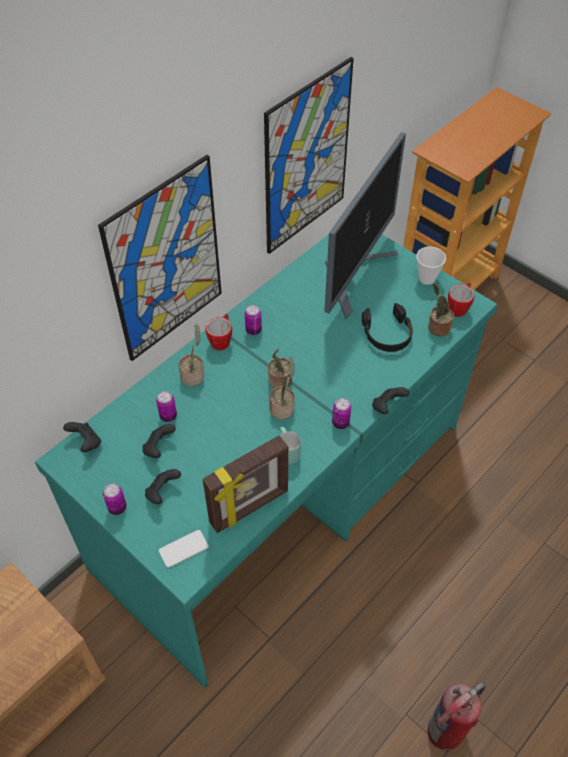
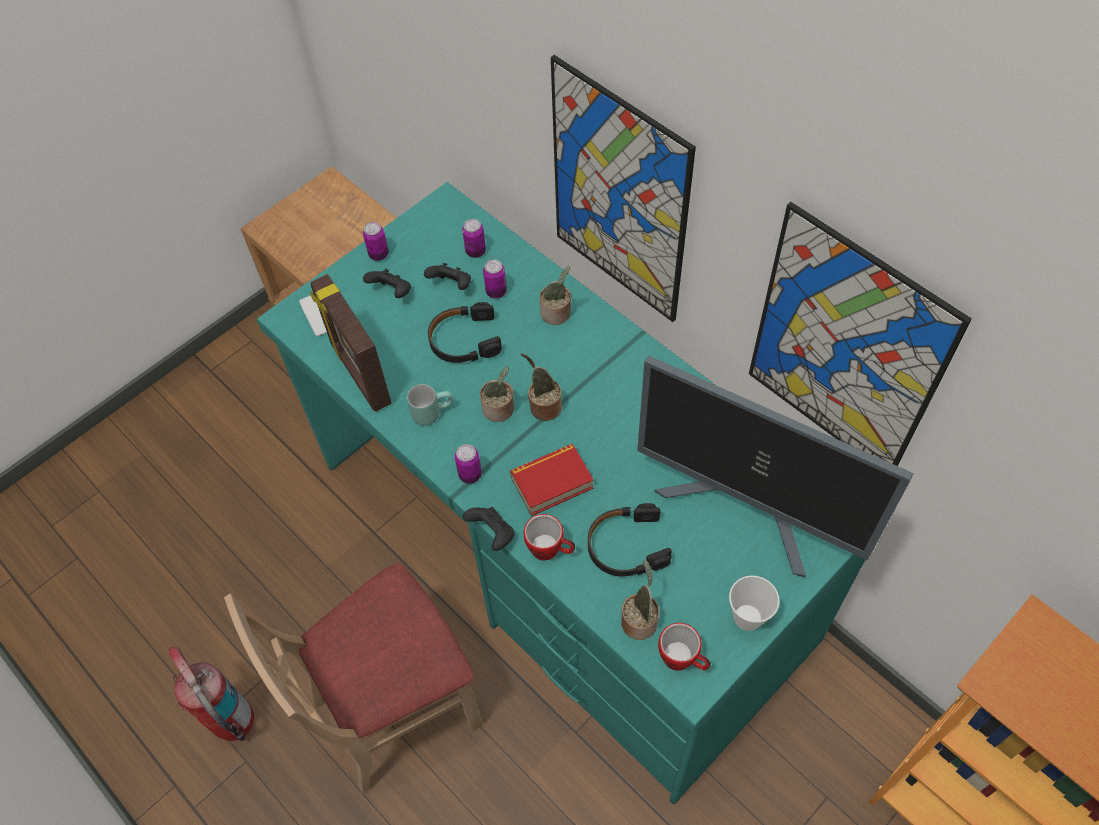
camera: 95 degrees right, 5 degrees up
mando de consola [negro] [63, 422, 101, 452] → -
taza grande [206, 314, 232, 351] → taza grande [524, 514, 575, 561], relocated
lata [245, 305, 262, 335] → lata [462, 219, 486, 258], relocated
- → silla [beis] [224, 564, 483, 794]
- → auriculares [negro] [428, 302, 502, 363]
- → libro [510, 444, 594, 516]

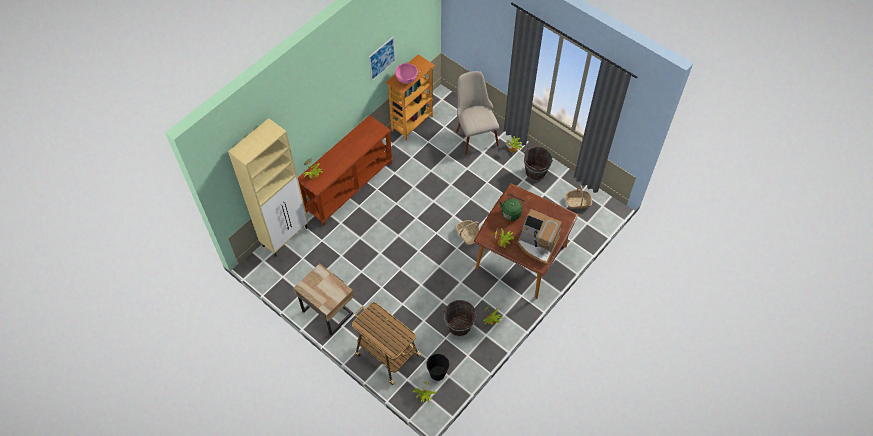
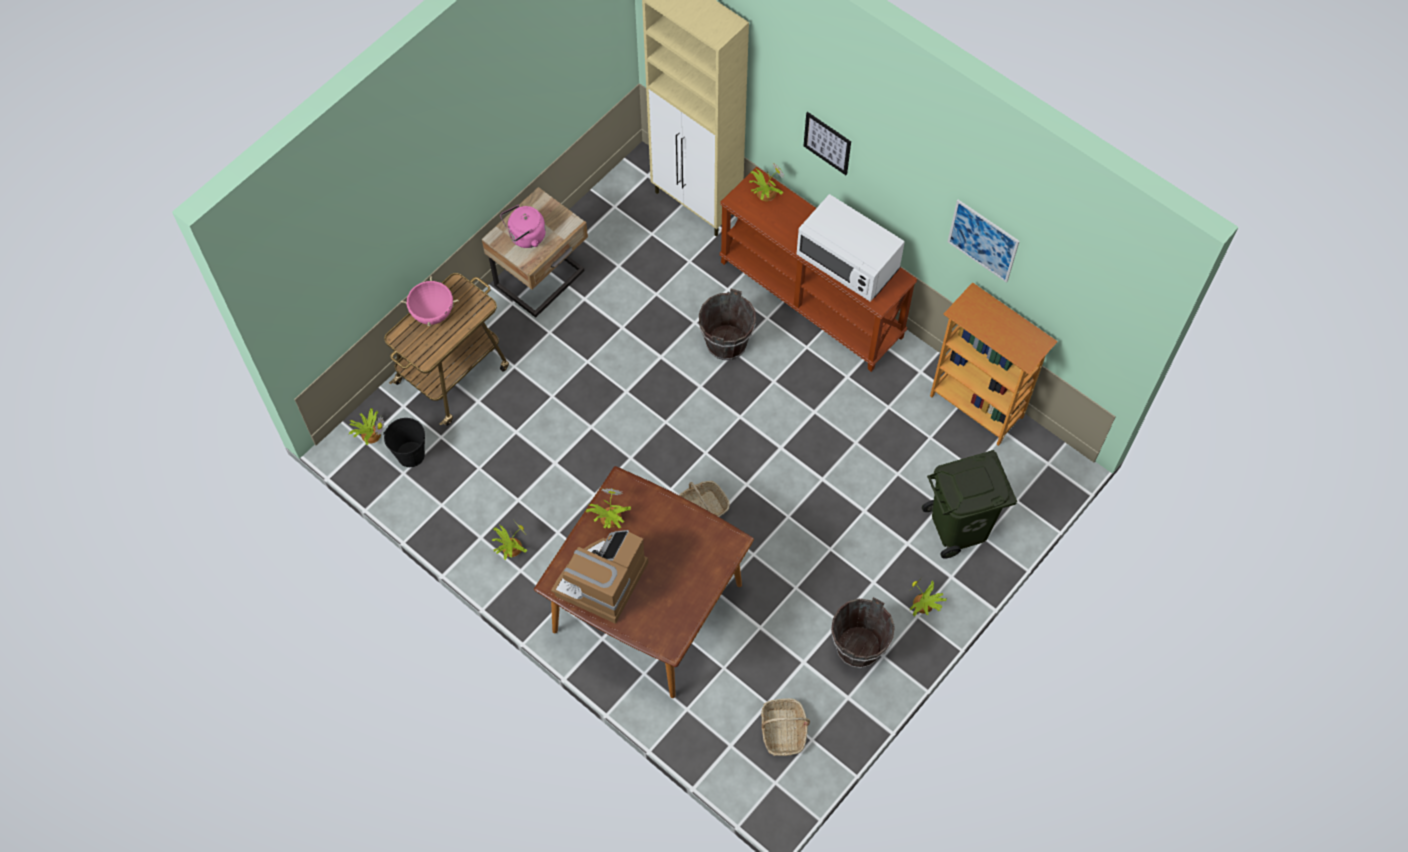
camera: 90 degrees right, 5 degrees up
olla [rosa] [392, 61, 421, 84] → olla [rosa] [401, 276, 459, 326], relocated
cubo [marrón] [444, 300, 476, 337] → cubo [marrón] [699, 289, 756, 360], relocated
silla [beis] [456, 71, 499, 154] → papelera [verde] [922, 450, 1017, 559]
hervidor [verde] [499, 194, 526, 221] → -
- → hervidor [rosa] [501, 205, 546, 248]
- → microondas [blanco] [797, 194, 905, 302]
- → cuadro [804, 112, 851, 175]

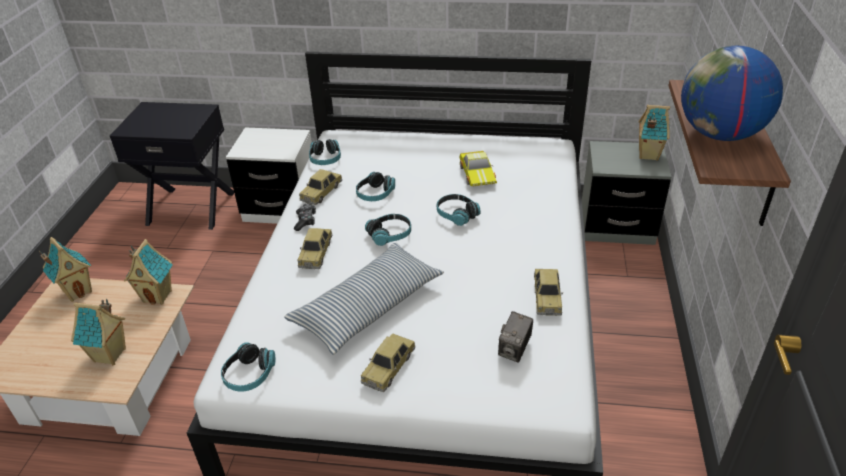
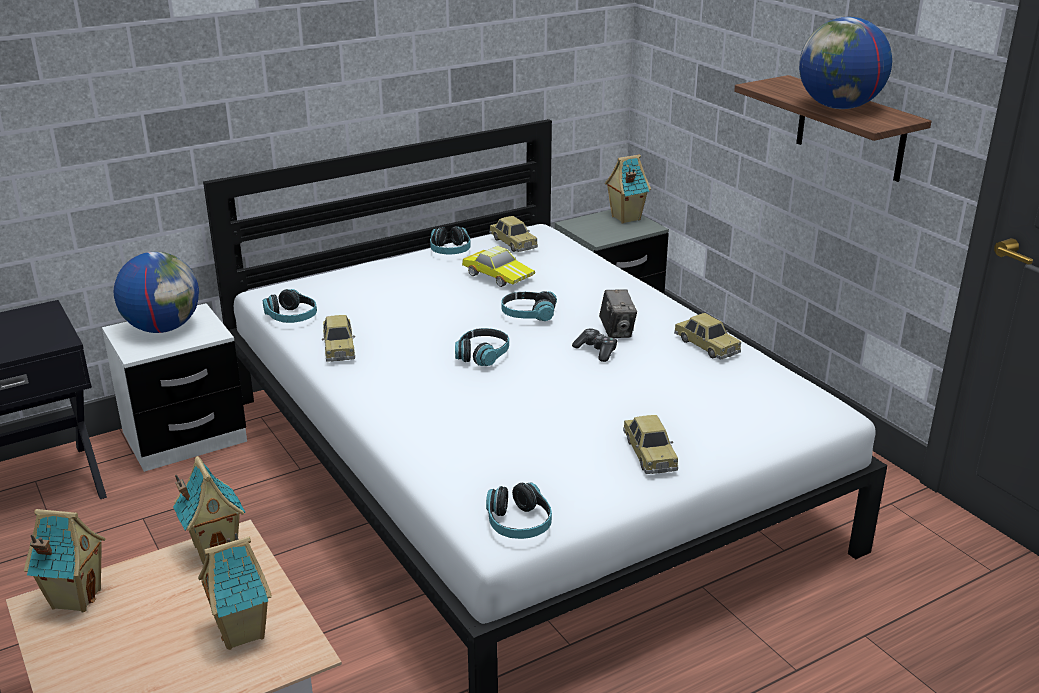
camera: 40 degrees left, 10 degrees down
cojín [284, 243, 444, 355] → -
mando de consola [294, 203, 316, 231] → mando de consola [572, 328, 617, 362], relocated
coche de juguete [298, 228, 333, 269] → coche de juguete [489, 216, 538, 252], relocated
auriculares [356, 172, 395, 201] → auriculares [430, 226, 471, 254], relocated
cámara [498, 311, 533, 363] → cámara [599, 289, 637, 338], relocated
- → globo terráqueo [114, 252, 199, 333]

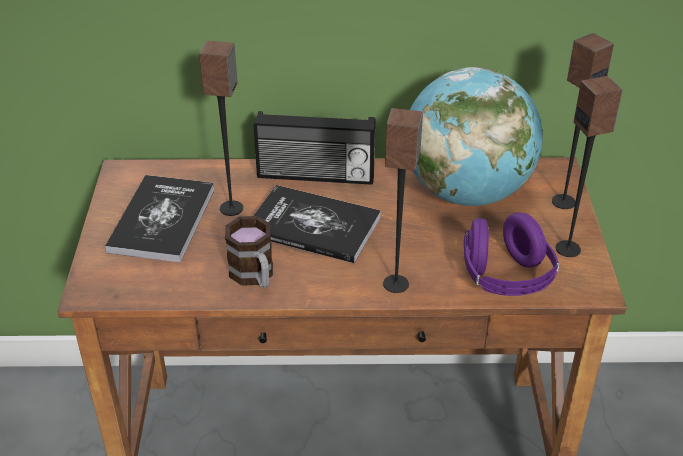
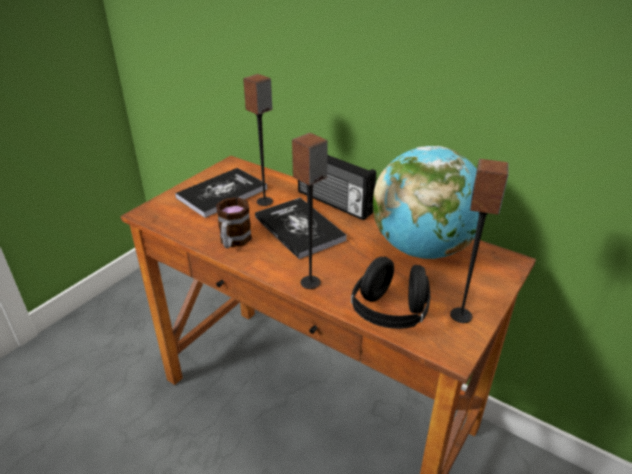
camera: 35 degrees right, 5 degrees down
auriculares [morado] [464, 212, 559, 296] → auriculares [negro] [351, 257, 430, 329]
altavoz [552, 33, 614, 209] → -

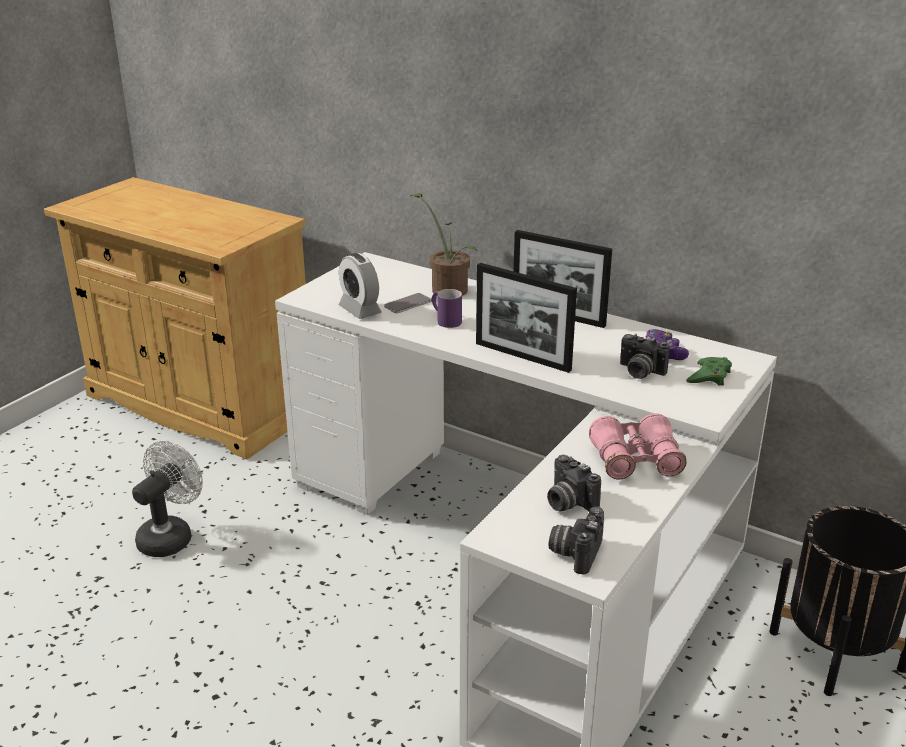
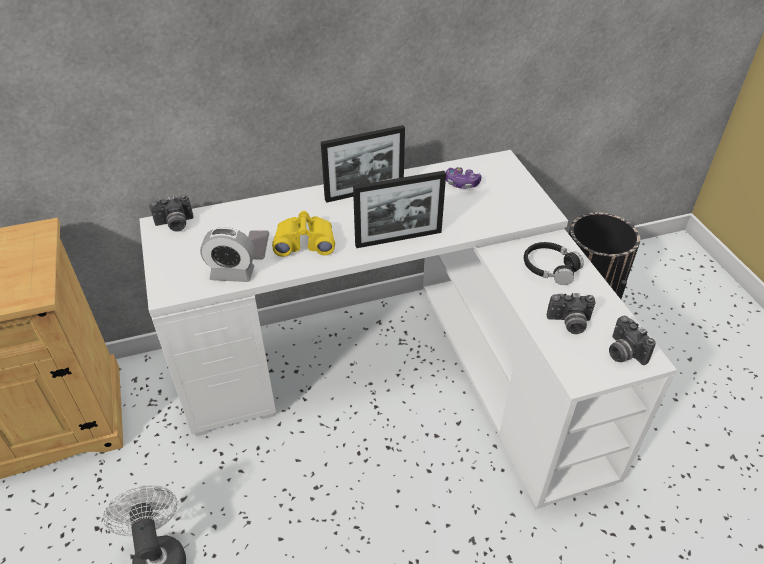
camera: 50 degrees left, 15 degrees up
planta en maceta [410, 193, 477, 296] → -
taza grande [morado] [431, 289, 462, 328] → prismáticos [amarillo] [272, 211, 335, 257]
prismáticos [rosa] [589, 413, 687, 480] → auriculares [negro] [524, 242, 584, 285]
cámara [620, 334, 670, 379] → cámara [149, 195, 194, 232], relocated
mando de consola [verde] [686, 357, 732, 386] → -

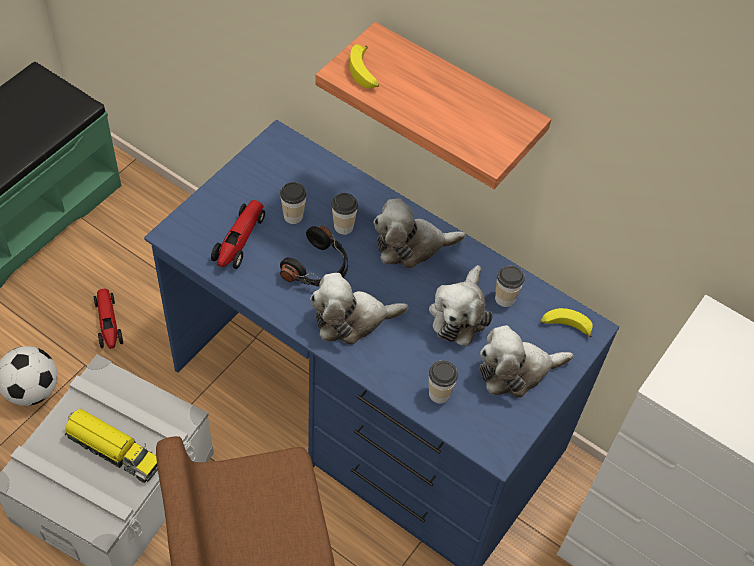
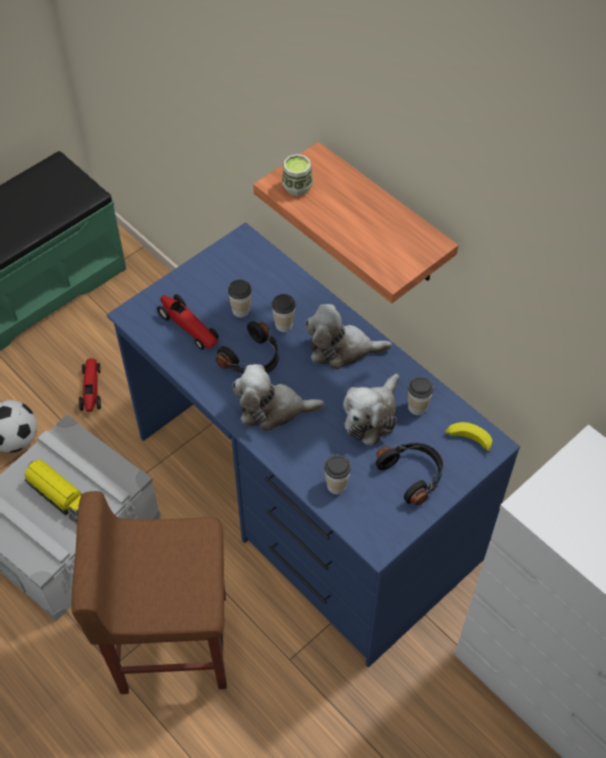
camera: 15 degrees right, 0 degrees up
coche de juguete [211, 200, 265, 269] → coche de juguete [157, 294, 219, 350], 105 degrees clockwise
plátano [350, 44, 379, 88] → taza [282, 154, 313, 196]
peluche [479, 325, 573, 398] → auriculares [negro] [376, 443, 443, 506]

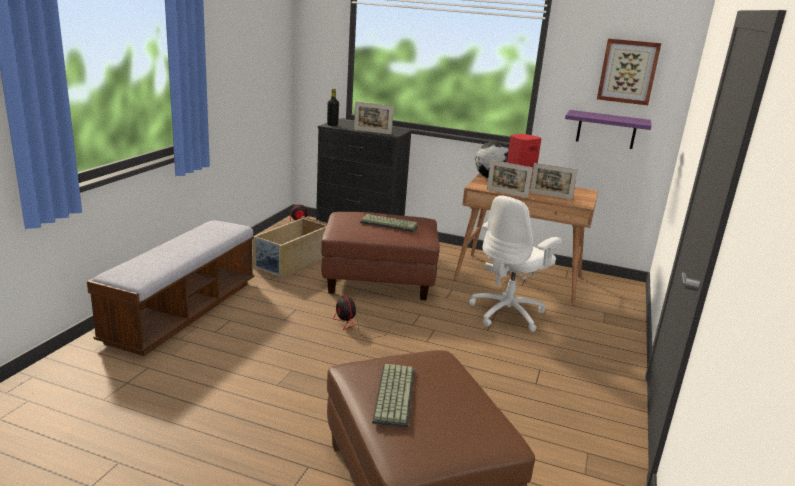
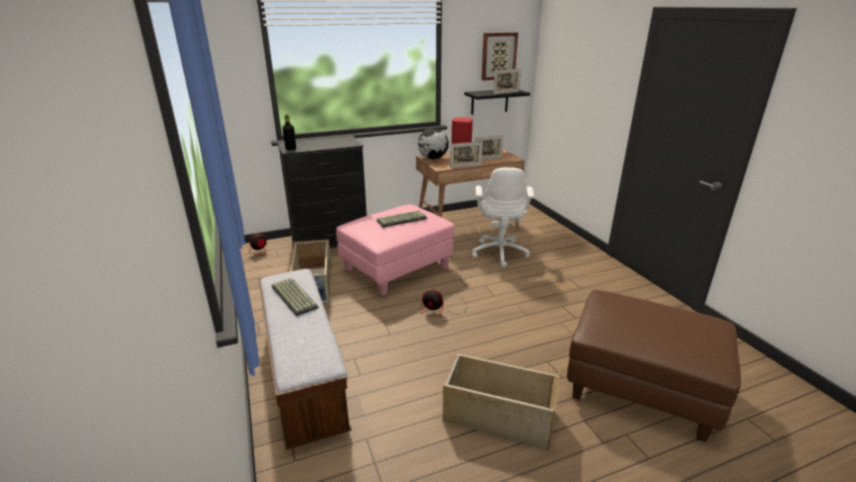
camera: 40 degrees left, 5 degrees up
puf [marrón] [321, 212, 440, 300] → puf [rosa] [336, 204, 455, 296]
portarretratos [354, 101, 394, 134] → portarretratos [493, 68, 521, 94], relocated
teclado [372, 364, 415, 428] → teclado [271, 278, 319, 316], relocated
estante [morado] [565, 110, 651, 149] → estante [negro] [464, 90, 530, 115]
- → caja de almacenaje [beis] [443, 353, 560, 451]

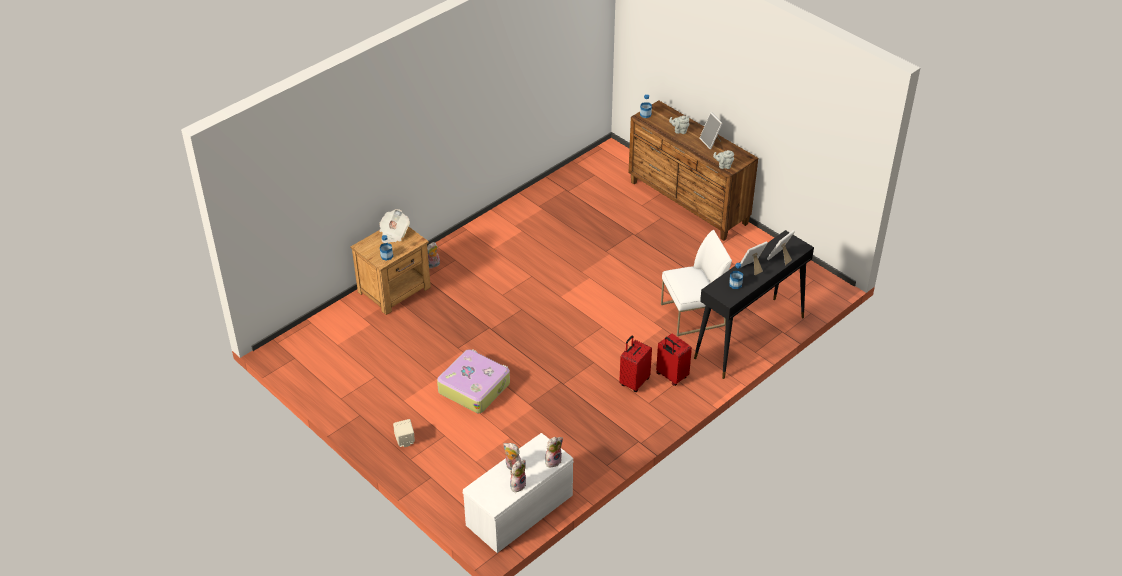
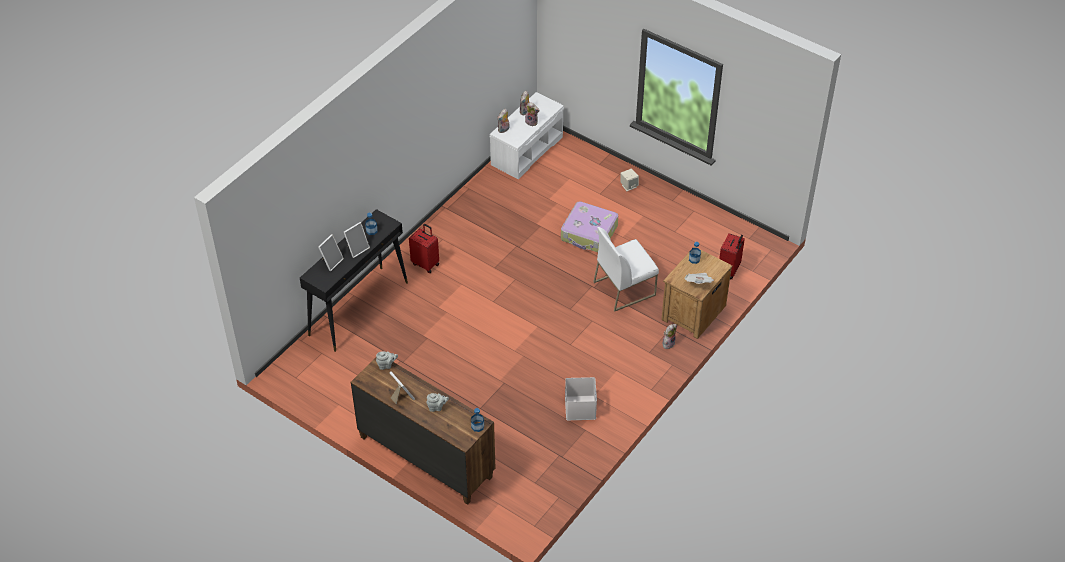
camera: 170 degrees right, 5 degrees up
maleta [rojo] [619, 335, 652, 392] → maleta [rojo] [719, 234, 745, 280], relocated
silla [blanco] [661, 230, 732, 336] → silla [blanco] [593, 227, 659, 312], relocated
- → caja de almacenaje [blanco] [565, 377, 597, 420]

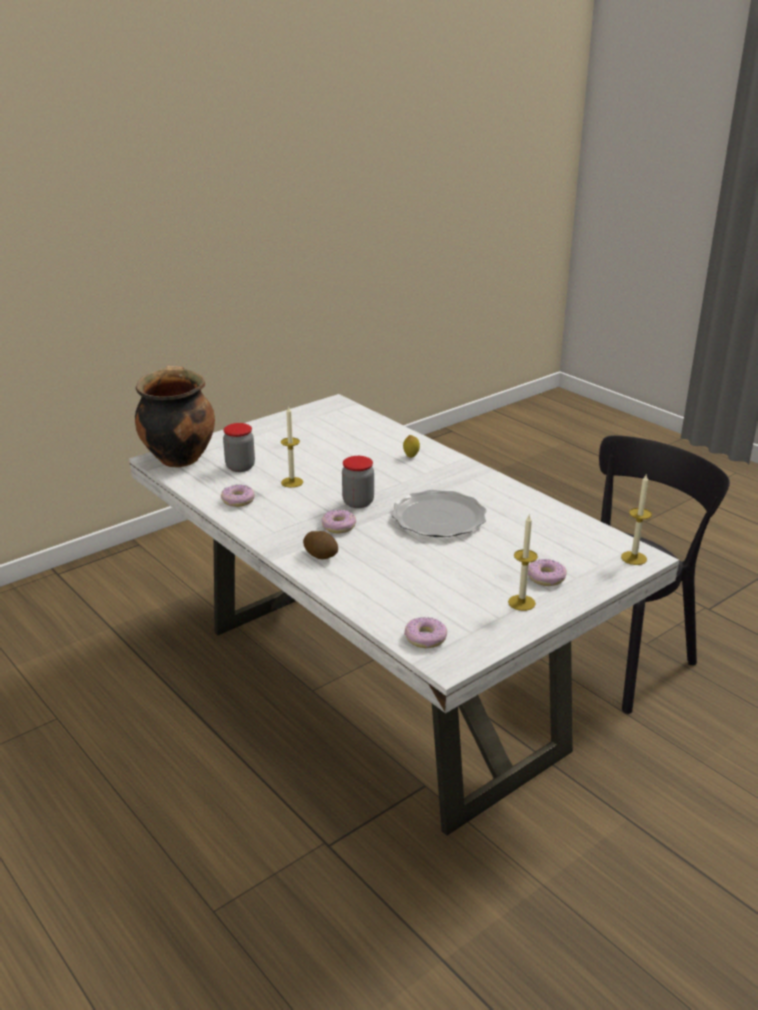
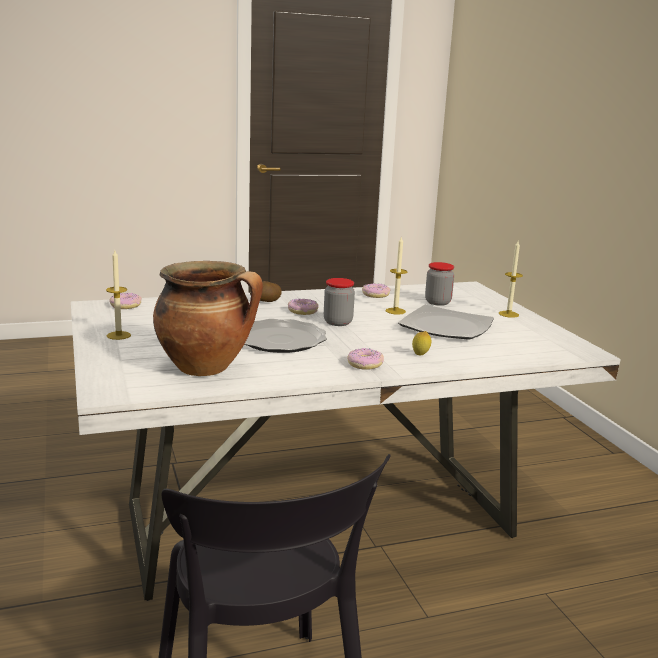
camera: 110 degrees right, 10 degrees down
olla [135, 366, 215, 468] → olla [153, 261, 263, 376], relocated
rosquilla [528, 559, 567, 586] → rosquilla [347, 348, 384, 370], relocated
vela [621, 475, 652, 565] → vela [499, 241, 523, 318], relocated
- → plato [398, 305, 494, 340]

